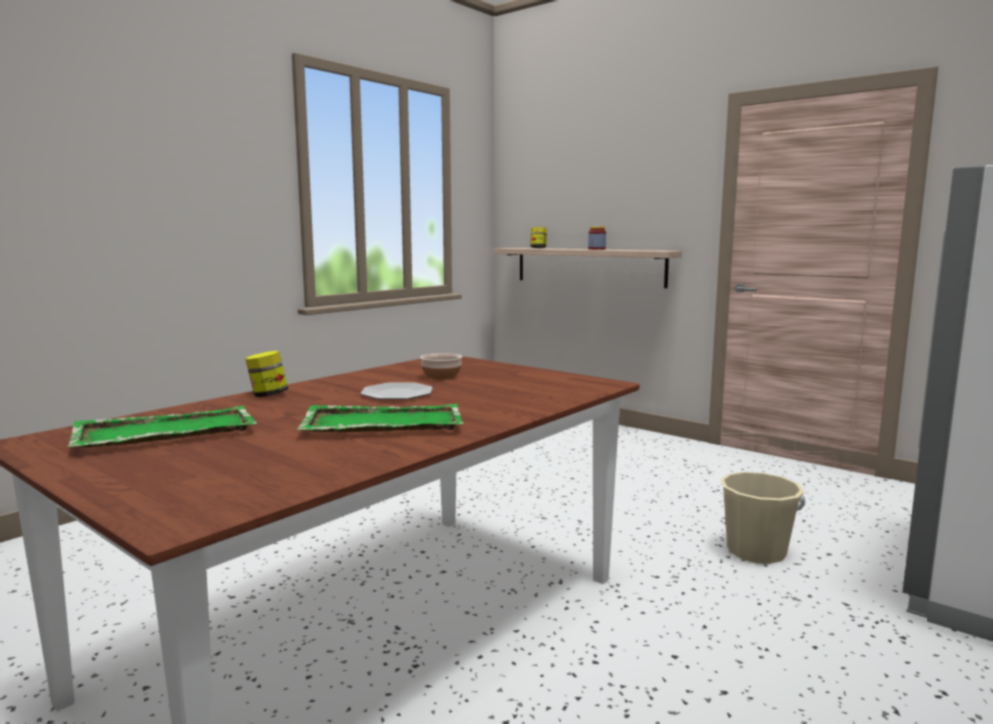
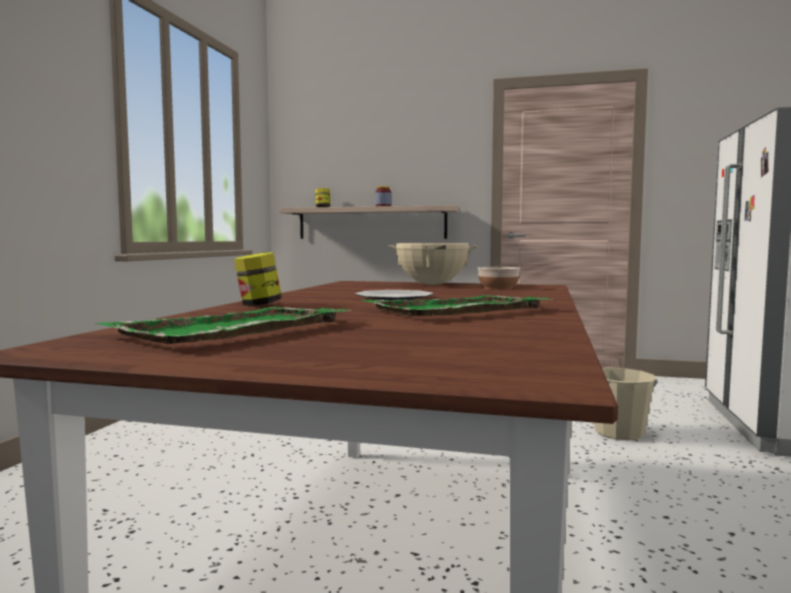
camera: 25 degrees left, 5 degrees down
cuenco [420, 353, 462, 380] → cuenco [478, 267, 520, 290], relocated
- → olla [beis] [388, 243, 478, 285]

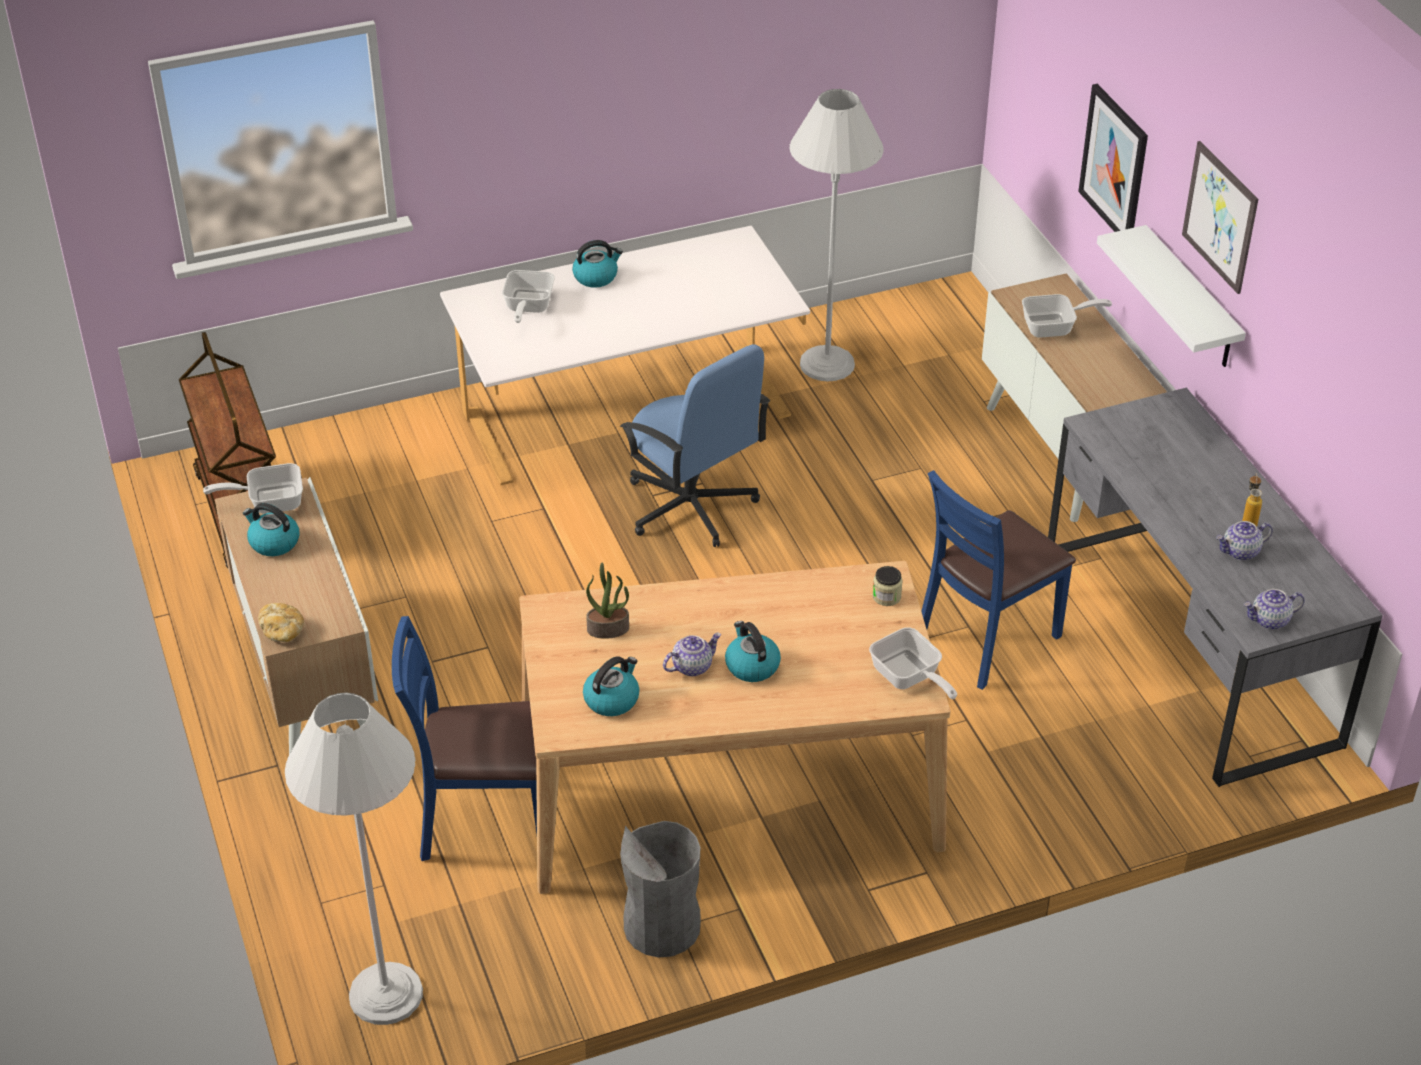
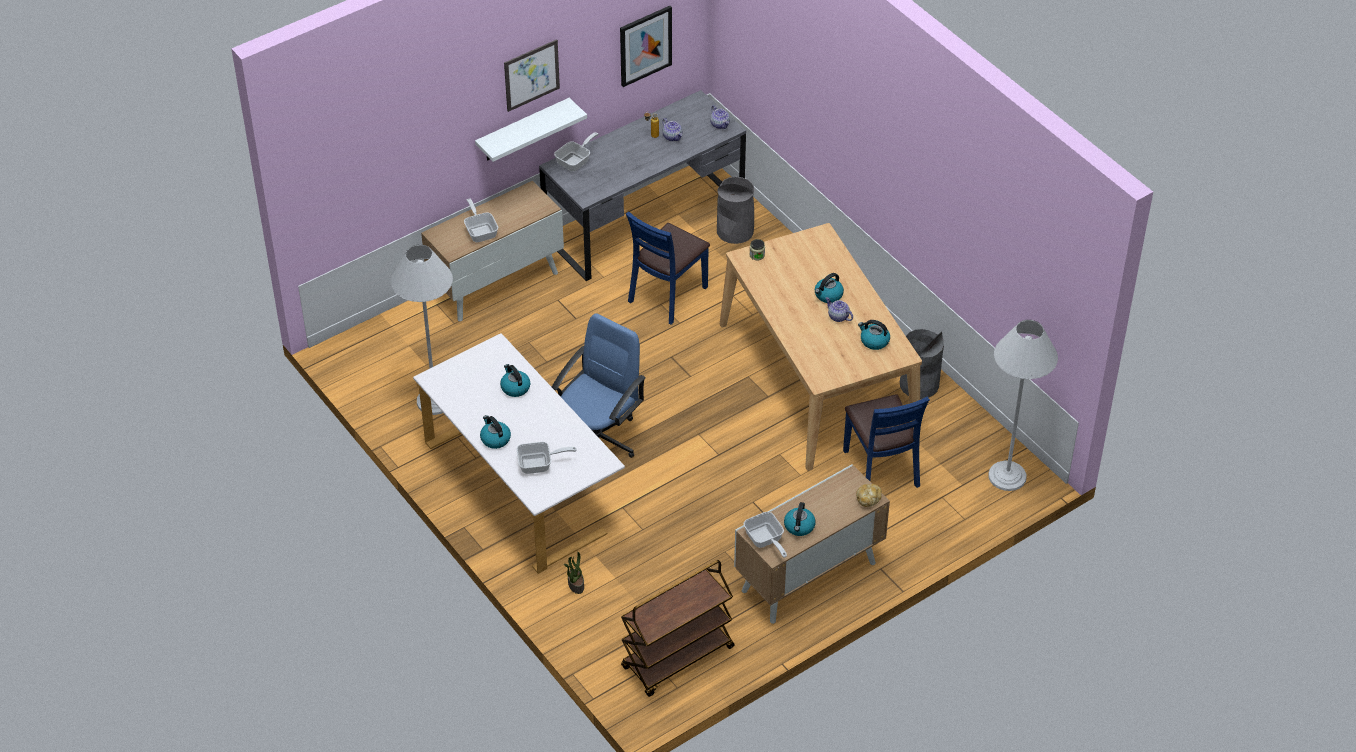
camera: 105 degrees left, 5 degrees up
planta en maceta [586, 563, 629, 639] → planta en maceta [564, 552, 584, 594], relocated
sartén [869, 627, 957, 699] → sartén [554, 132, 598, 171], relocated
silla [azul] [921, 470, 1076, 690] → silla [azul] [626, 211, 710, 325], 90 degrees clockwise
cuadro [1078, 84, 1148, 232] → cuadro [620, 6, 672, 87], relocated
- → hervidor [500, 364, 530, 397]
- → papelera [gris] [717, 177, 754, 244]

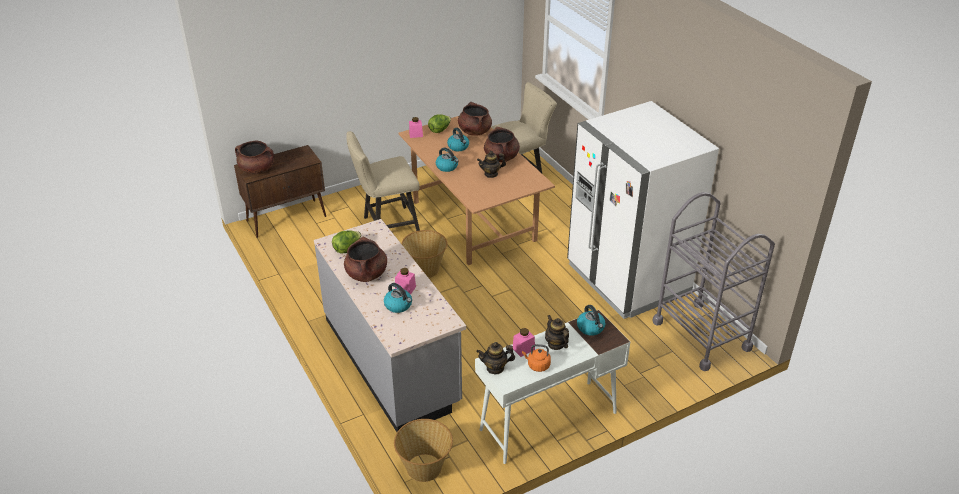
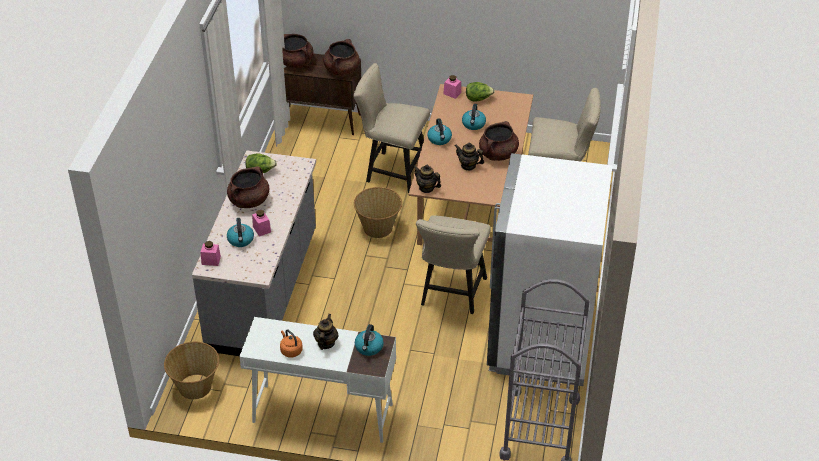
camera: 40 degrees right, 5 degrees up
olla [marrón] [458, 102, 492, 136] → olla [marrón] [323, 39, 360, 76], relocated
tetera [476, 342, 515, 374] → tetera [413, 165, 441, 193], relocated
tarro [rosa] [513, 328, 535, 357] → tarro [rosa] [201, 241, 221, 266], relocated
- → silla [beis] [416, 215, 491, 314]

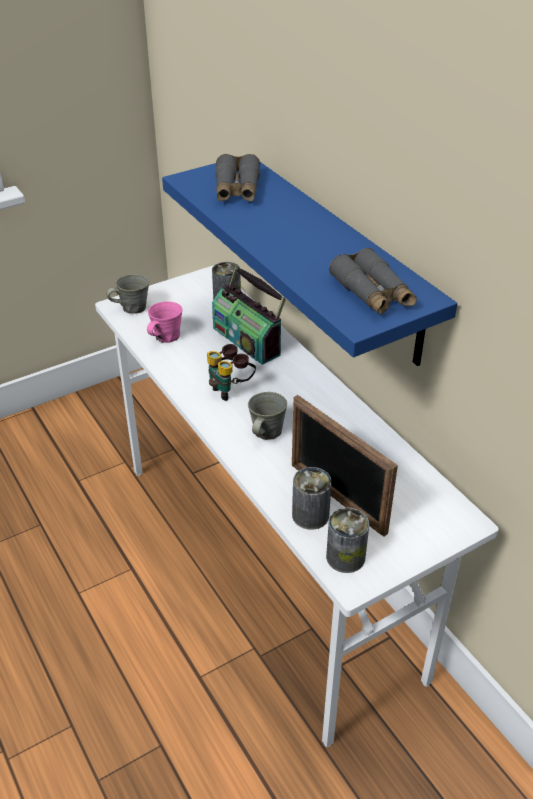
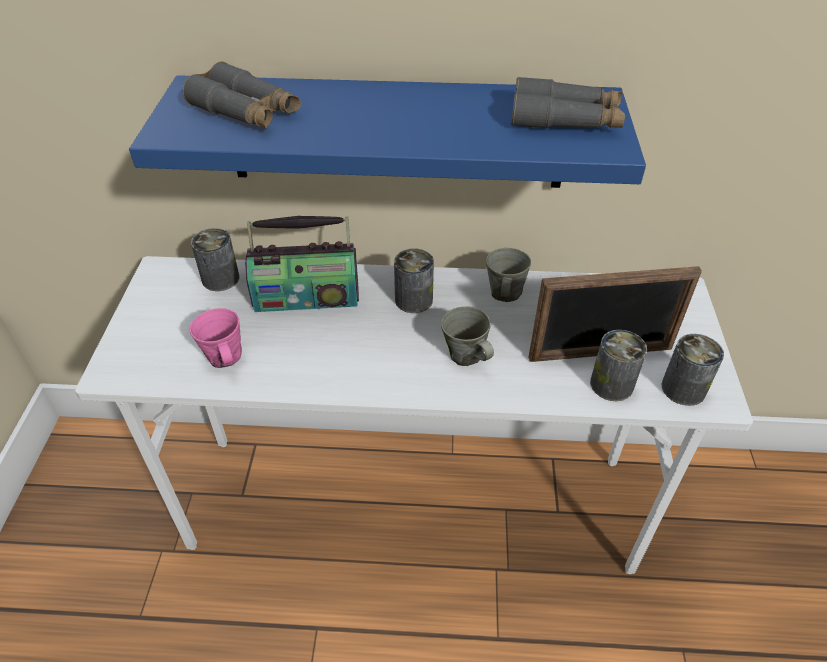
camera: 55 degrees left, 5 degrees up
taza grande [gris] [106, 274, 149, 314] → taza grande [gris] [486, 248, 531, 302], relocated
prismáticos [207, 344, 256, 401] → -
- → lata [394, 248, 434, 313]

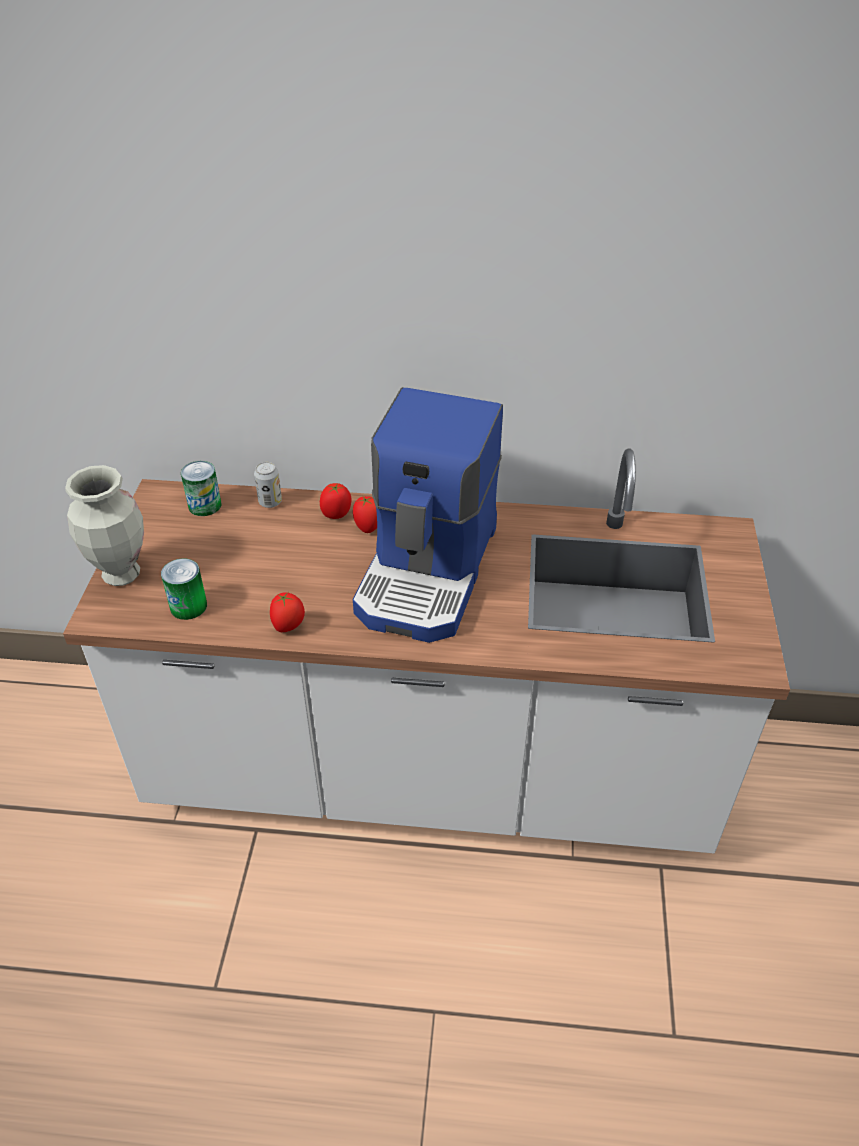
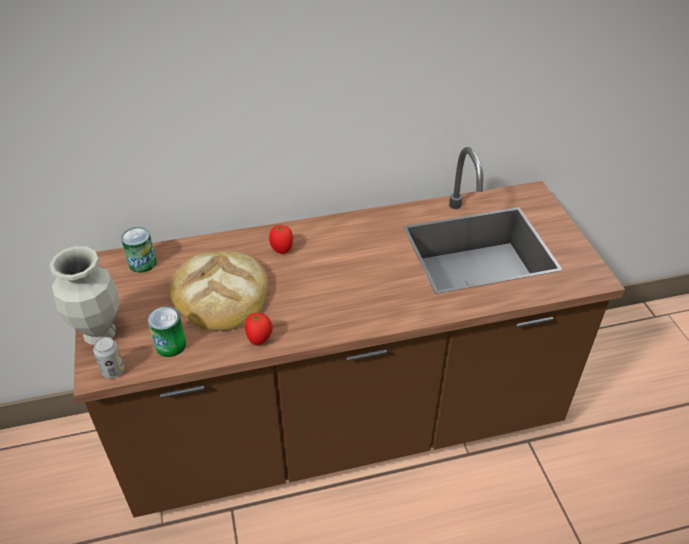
camera: 20 degrees left, 0 degrees up
mueble bajo de cocina [blanco] [63, 448, 790, 853] → mueble bajo de cocina [marrón] [74, 147, 625, 518]
lata [254, 462, 282, 508] → lata [93, 337, 125, 379], relocated
tomate [320, 483, 351, 519] → -
cafetera [353, 387, 503, 643] → -
- → pan [169, 251, 268, 331]

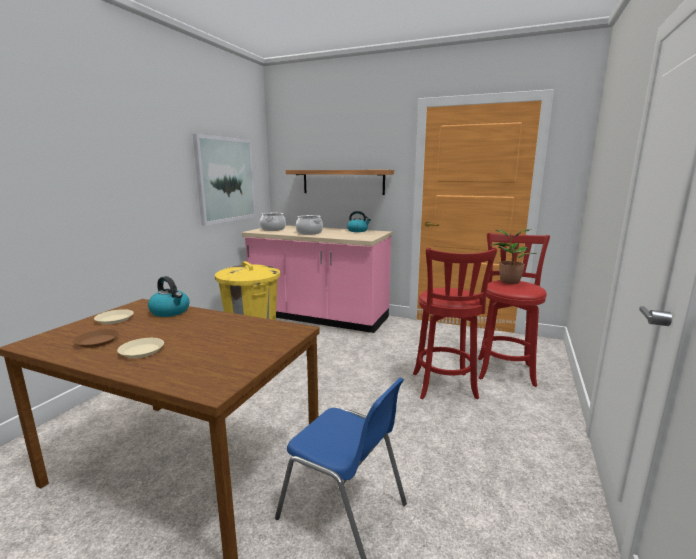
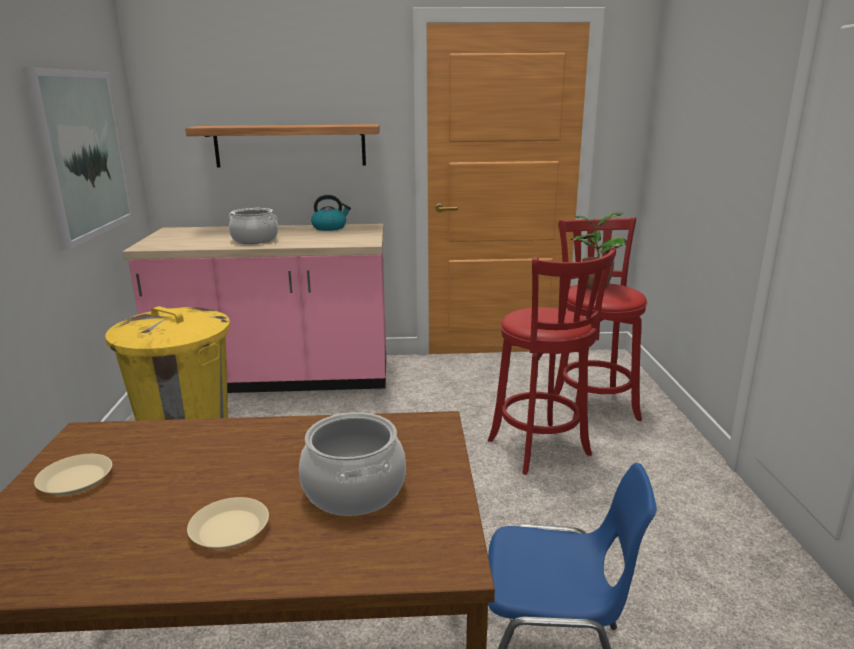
camera: 25 degrees left, 5 degrees up
plato [marrón] [73, 329, 120, 348] → -
hervidor [148, 276, 190, 317] → -
olla [260, 213, 286, 231] → olla [299, 412, 406, 516], relocated

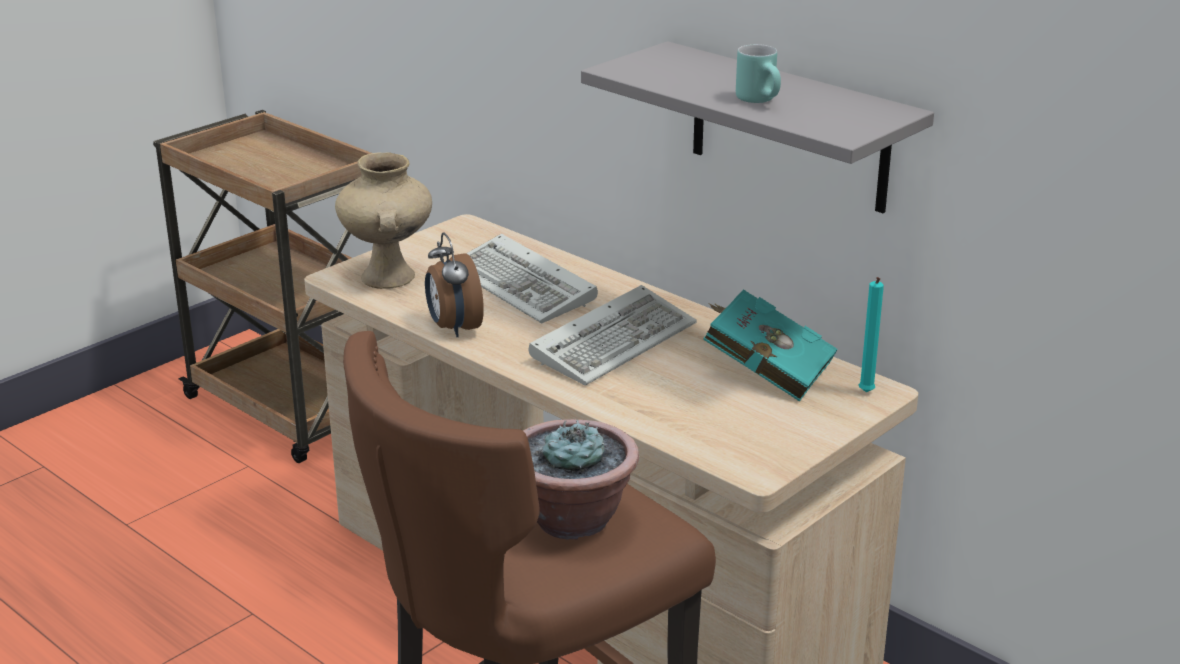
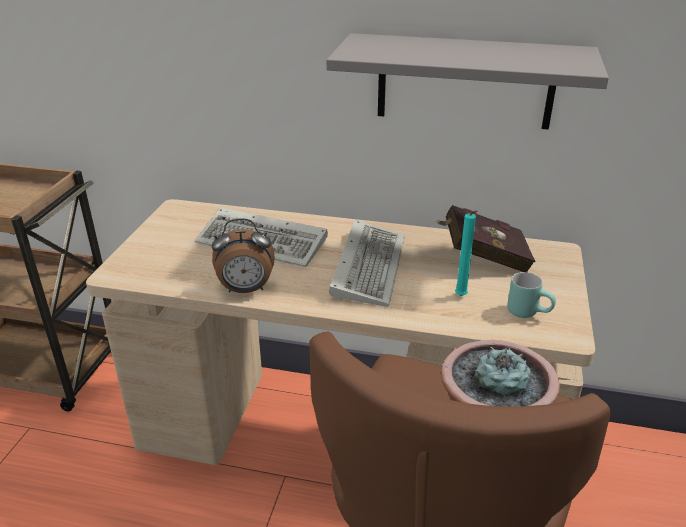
camera: 30 degrees left, 5 degrees up
florero [beis] [335, 152, 432, 289] → -
despertador [425, 233, 484, 337] → despertador [212, 219, 275, 293], 45 degrees counterclockwise
libro [turquesa] [703, 289, 838, 402] → libro [rojo] [435, 205, 535, 272]
taza grande [turquesa] [736, 44, 781, 103] → taza grande [turquesa] [507, 272, 556, 318], relocated
vela [turquesa] [859, 277, 884, 392] → vela [turquesa] [455, 211, 478, 296], relocated

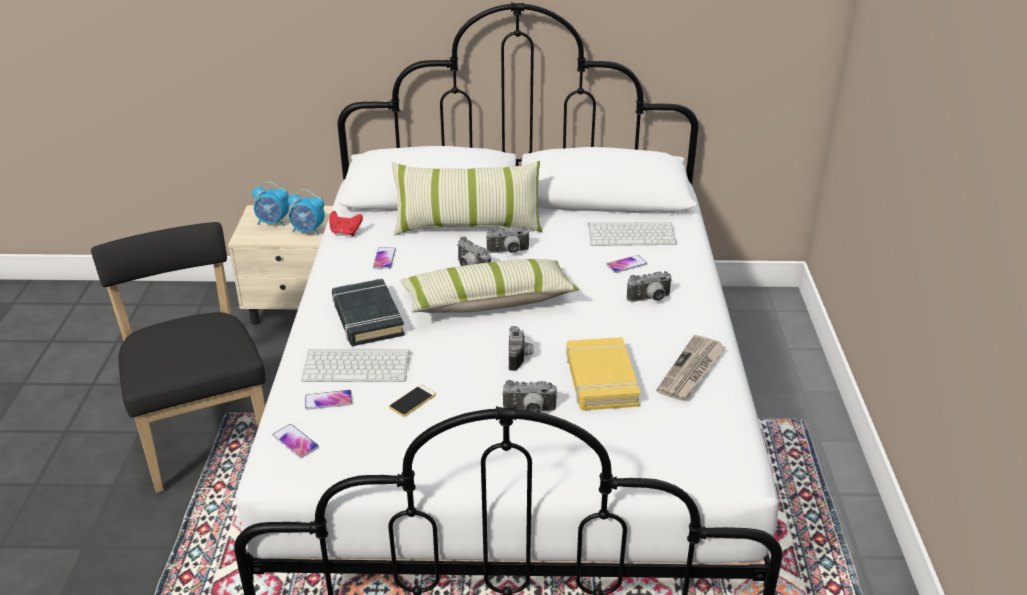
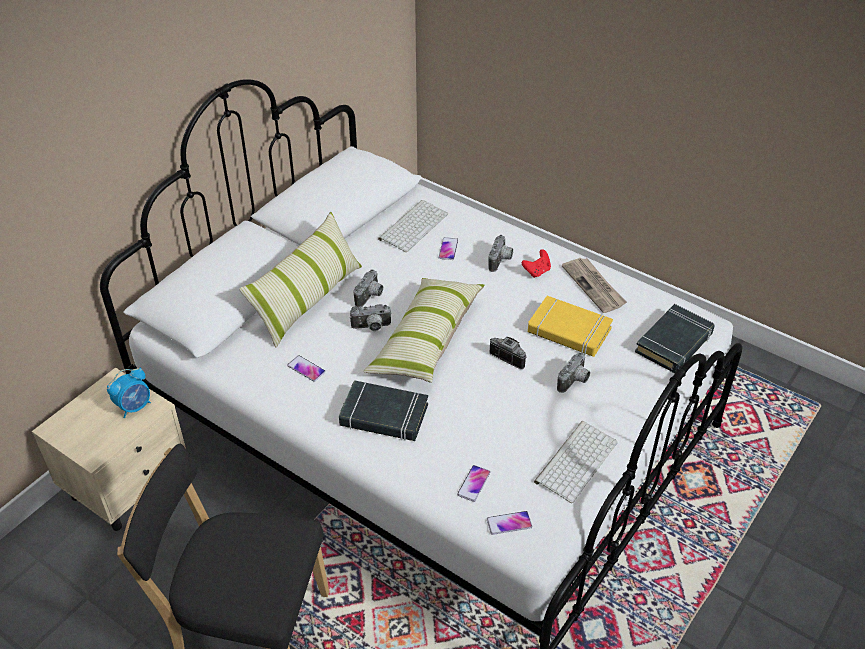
camera: 55 degrees left, 10 degrees up
despertador [252, 181, 289, 227] → -
teclado [301, 349, 410, 382] → teclado [534, 421, 618, 503], relocated
mando de consola [rojo] [329, 211, 363, 236] → mando de consola [rojo] [522, 249, 551, 278], relocated
móvil [389, 385, 436, 417] → -
- → libro [negro] [635, 304, 715, 373]

